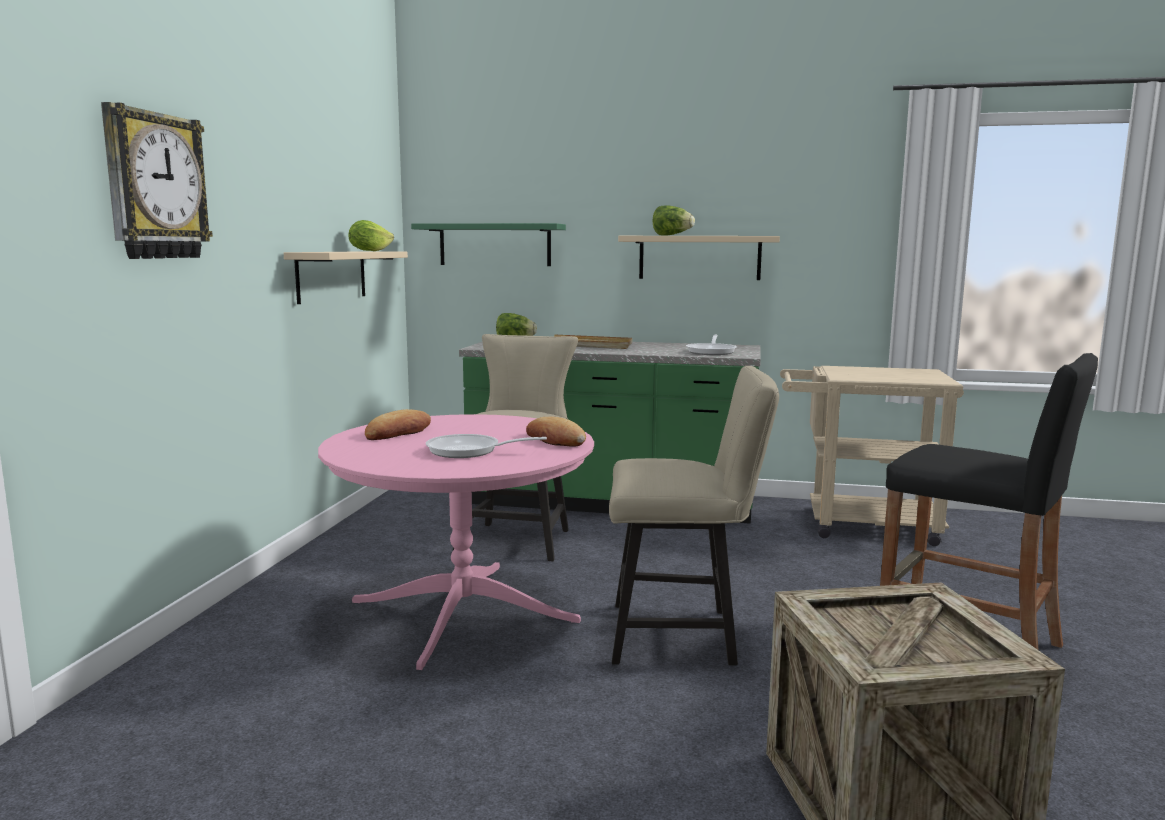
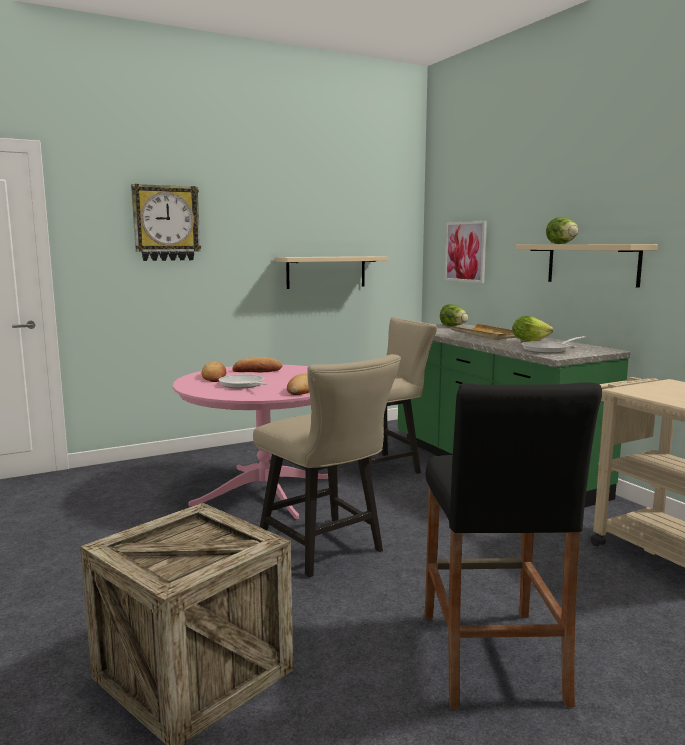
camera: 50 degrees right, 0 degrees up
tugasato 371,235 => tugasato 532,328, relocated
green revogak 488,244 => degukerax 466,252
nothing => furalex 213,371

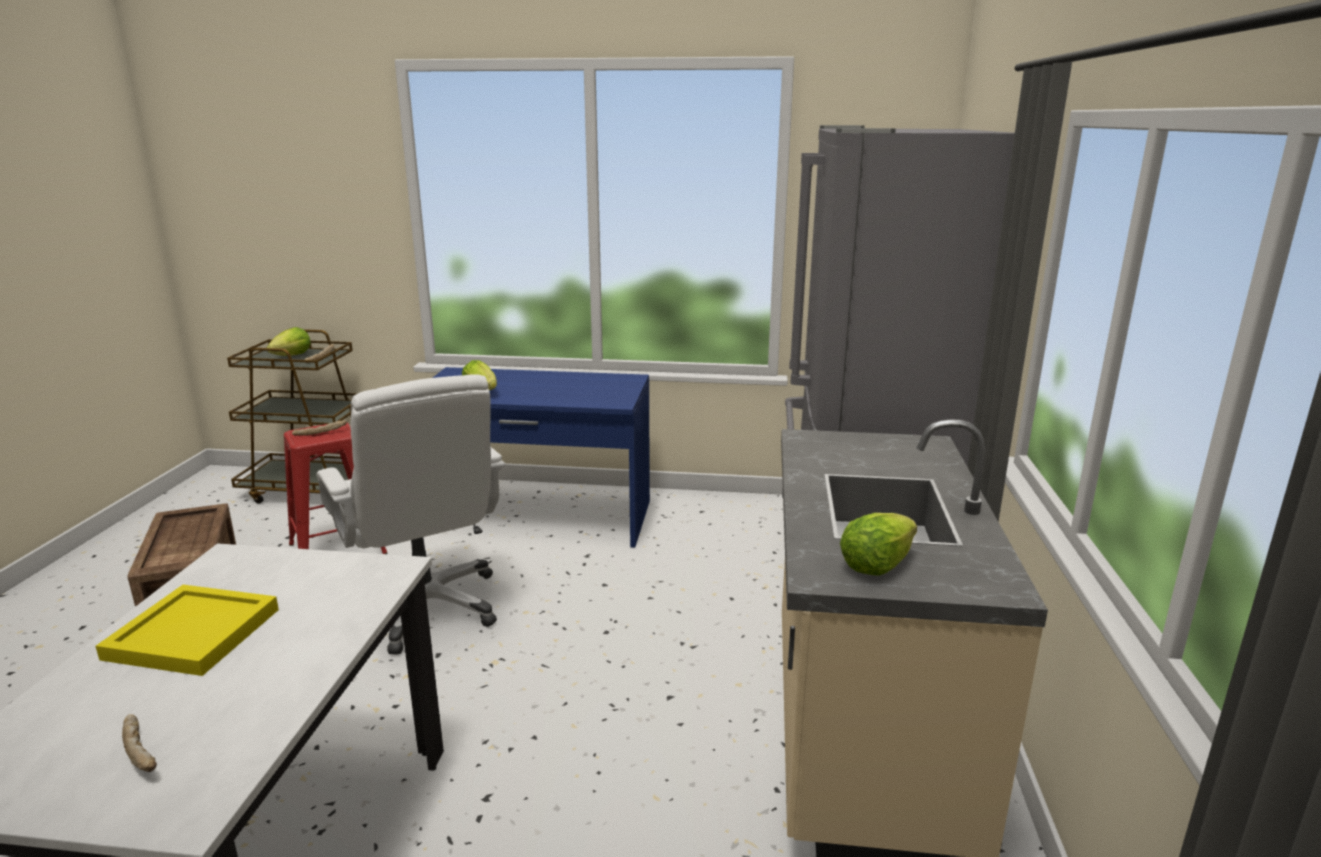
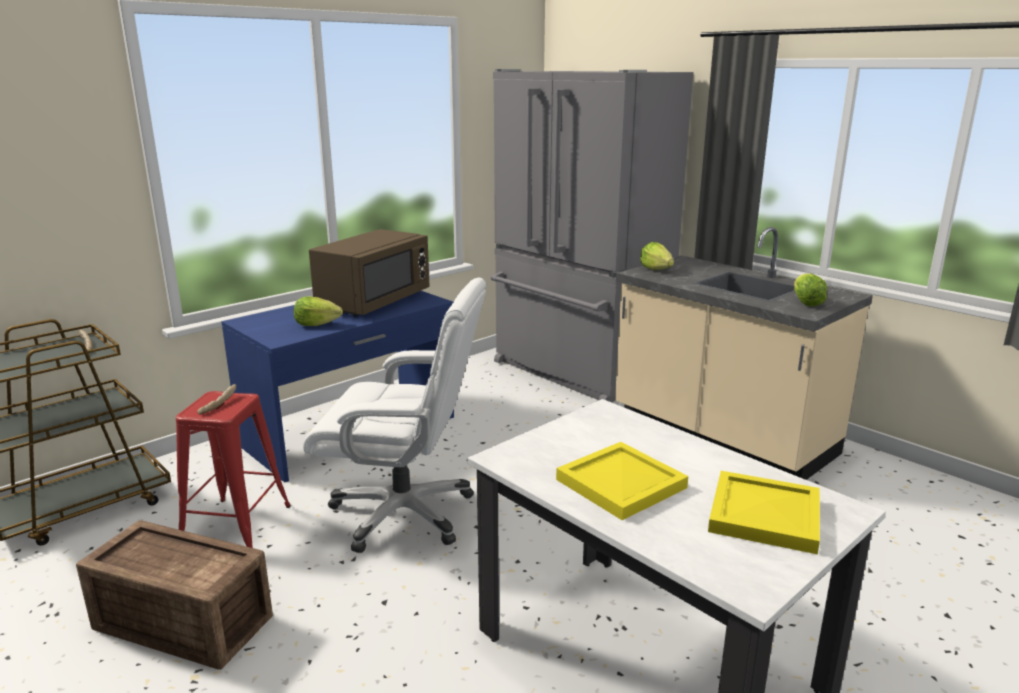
camera: 50 degrees left, 0 degrees up
tugasato 288,341 => tugasato 657,256, relocated
furalex 139,743 => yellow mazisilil 764,512
nothing => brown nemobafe 369,272

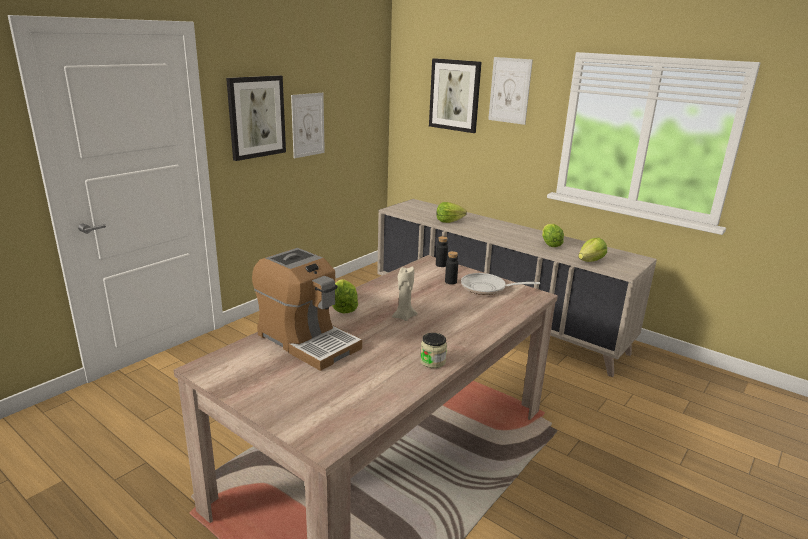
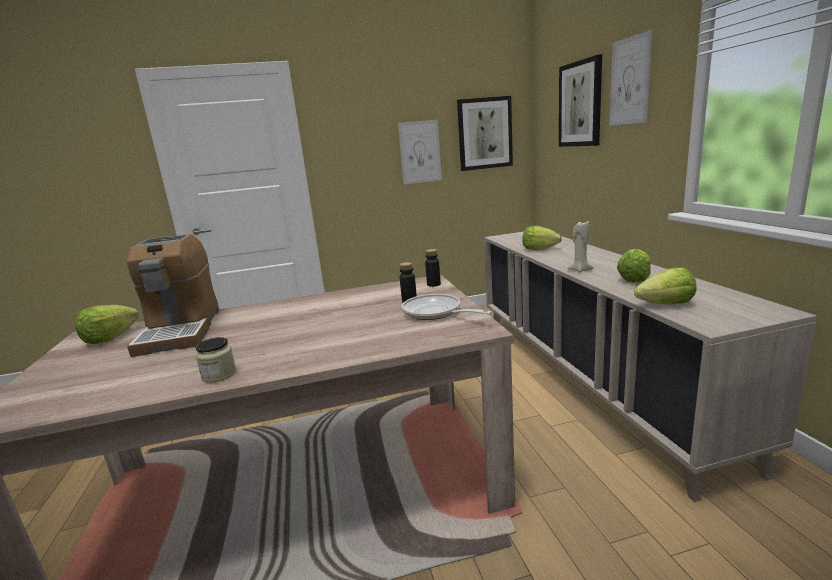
camera: 40 degrees right, 5 degrees down
degukerax 256,118 => degukerax 485,133, relocated
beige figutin 404,294 => beige figutin 580,247, relocated
tugasato 345,296 => tugasato 107,324, relocated

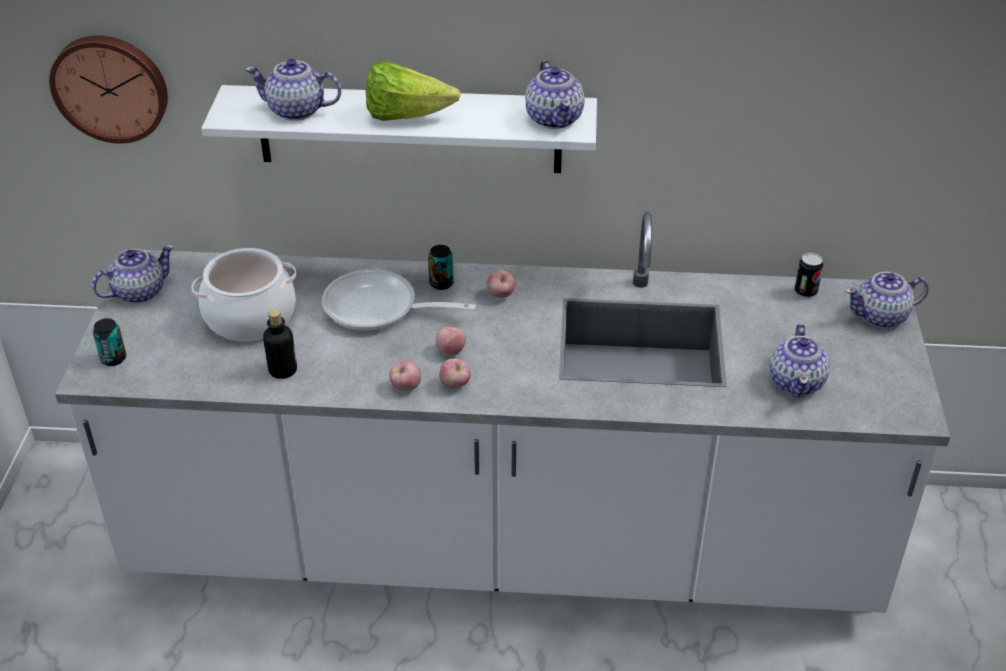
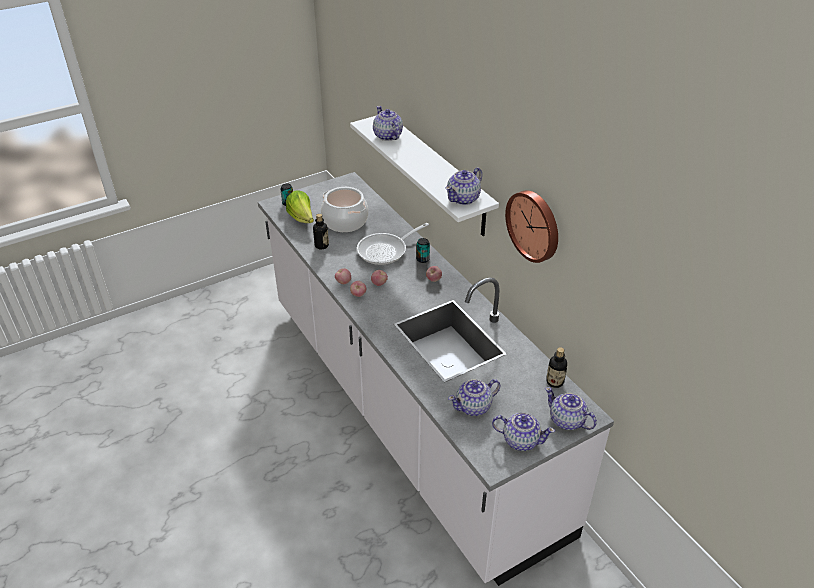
camera: 55 degrees right, 0 degrees up
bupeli 108,90 => bupeli 531,226, relocated
tugasato 413,91 => tugasato 300,206, relocated
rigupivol 133,274 => rigupivol 523,432, relocated
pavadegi 809,275 => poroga 556,367
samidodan 399,300 => samidodan 393,244, 105 degrees counterclockwise

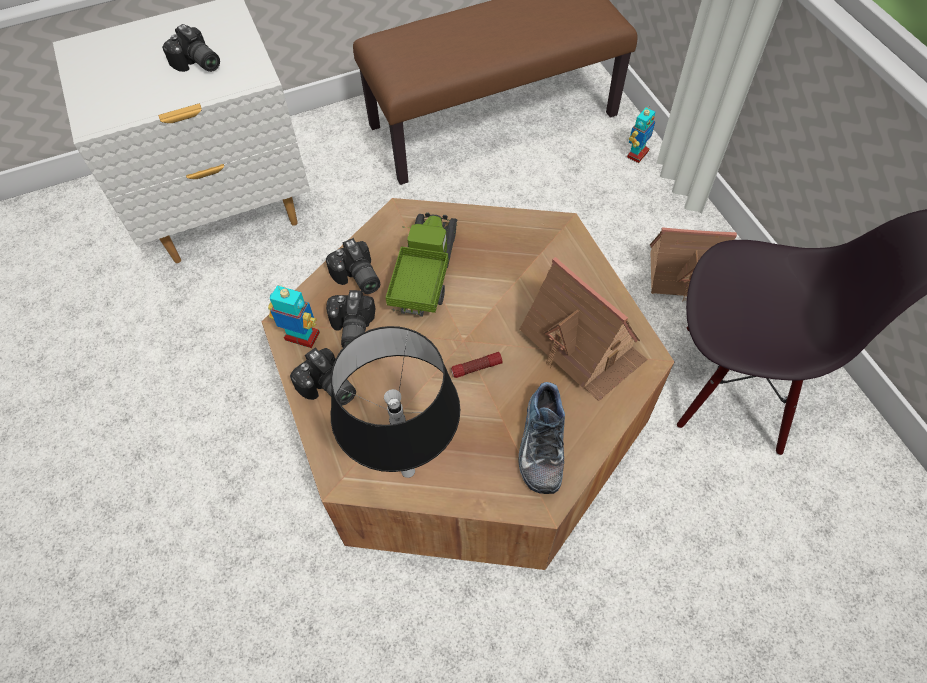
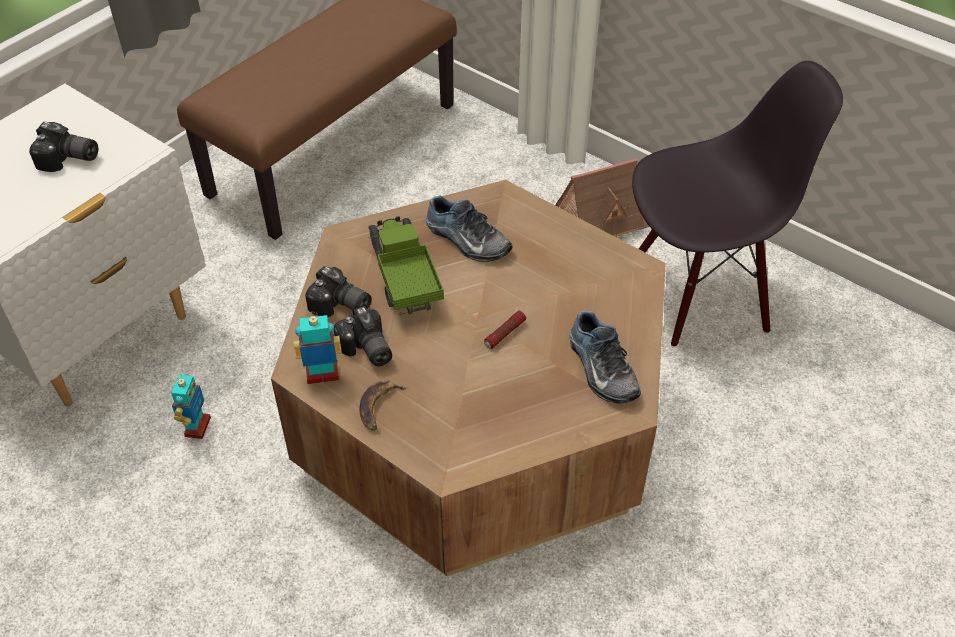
camera: 30 degrees left, 10 degrees down
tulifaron 641,134 => tulifaron 191,406, relocated
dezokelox 583,329 => nothing
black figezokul 396,402 => nothing
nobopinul 323,376 => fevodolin 383,405
nothing => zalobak 469,228

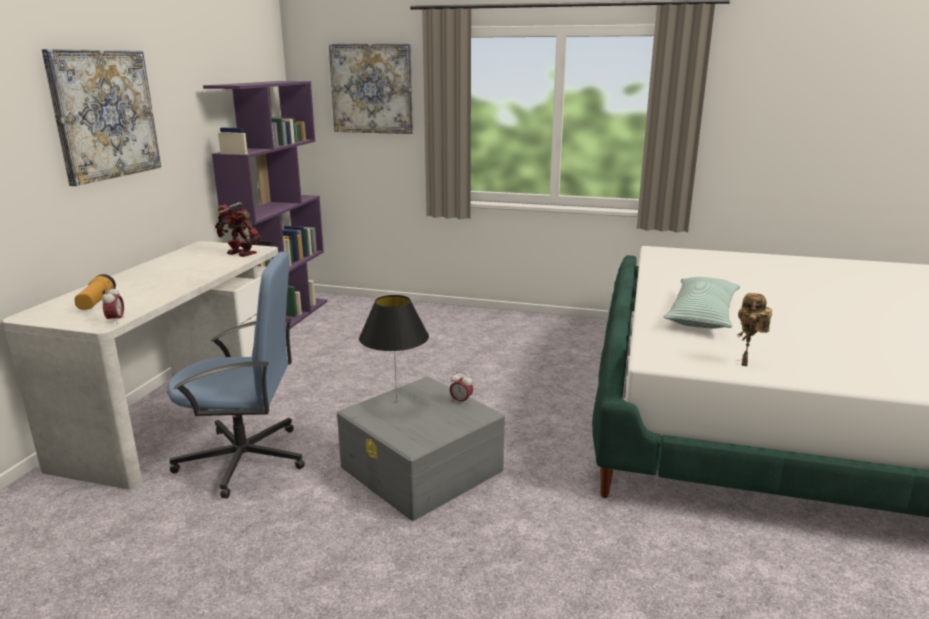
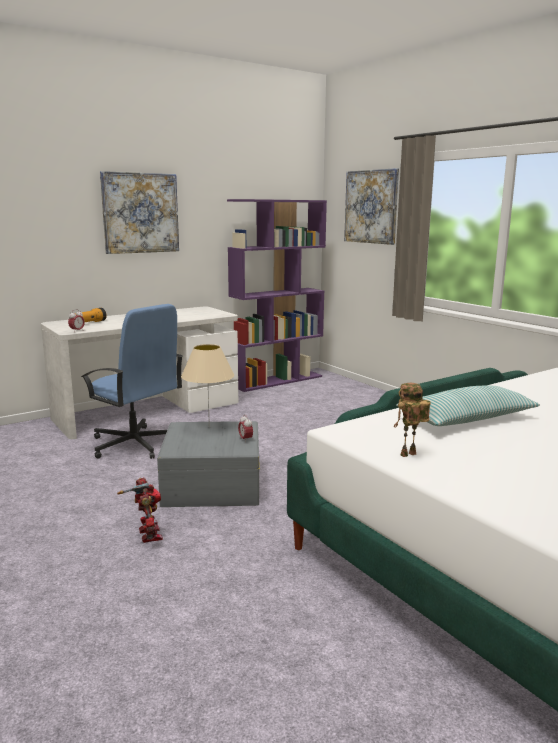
camera: 40 degrees right, 5 degrees down
tulifaron 238,229 => tulifaron 140,510, relocated
black figezokul 394,348 => beige figezokul 207,386

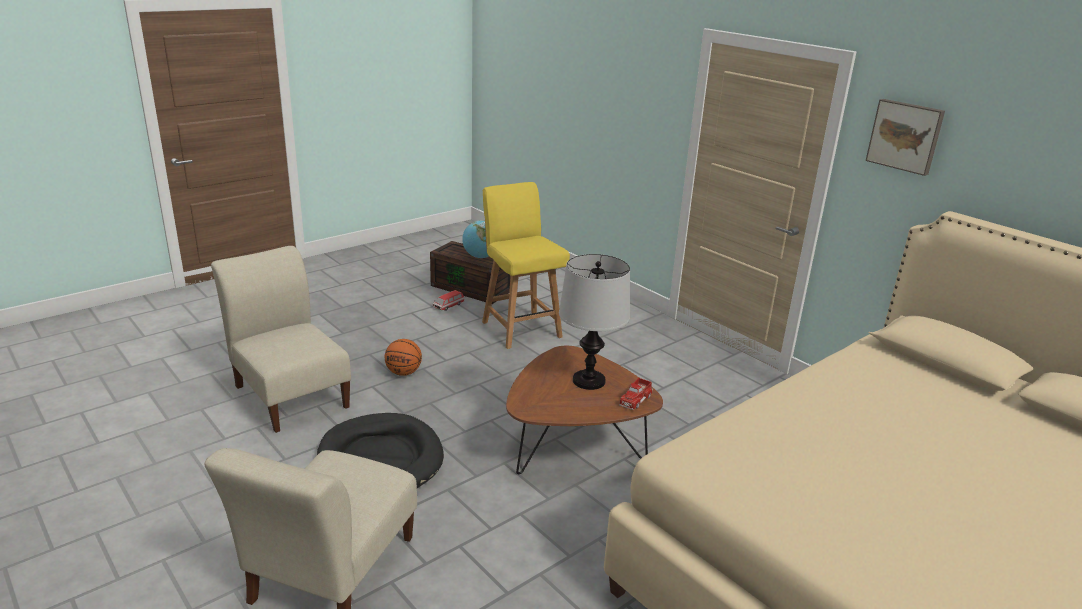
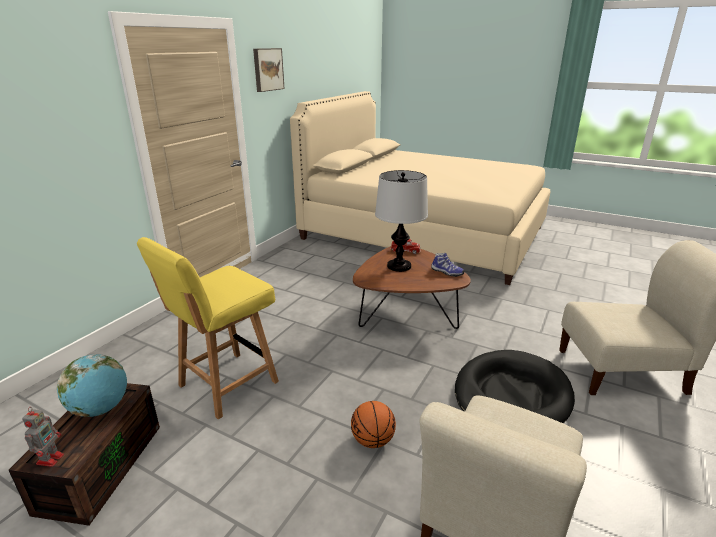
camera: 110 degrees left, 0 degrees up
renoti 448,300 => nothing
nothing => zalobak 448,264
nothing => tulifaron 43,437

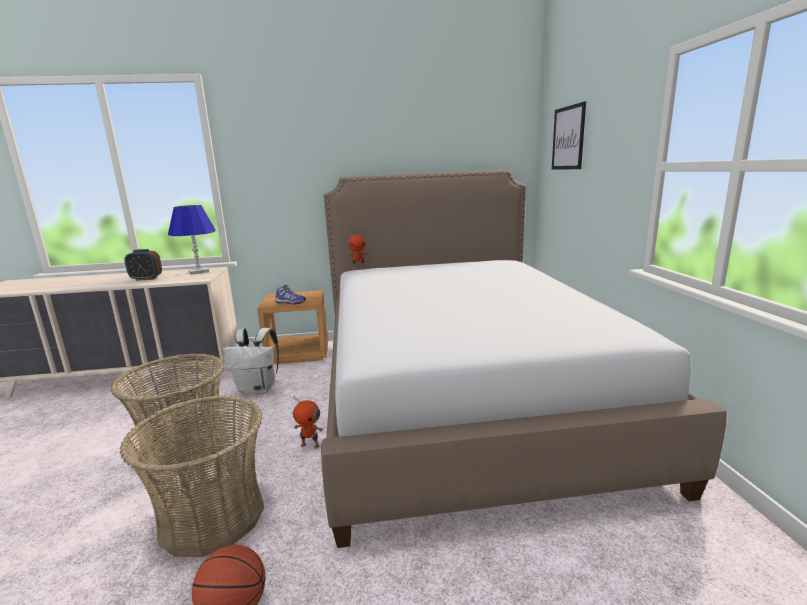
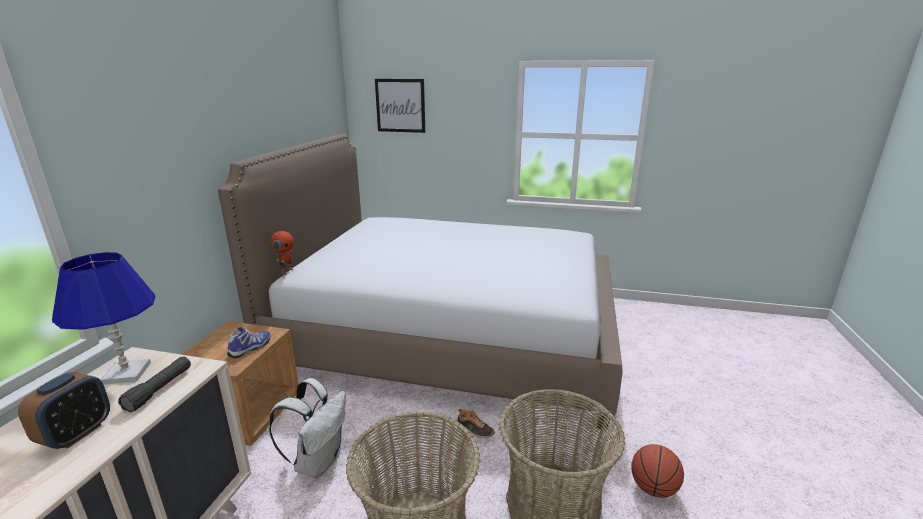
camera: 70 degrees left, 5 degrees up
tulifaron 308,422 => zalobak 475,423
nothing => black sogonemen 154,384

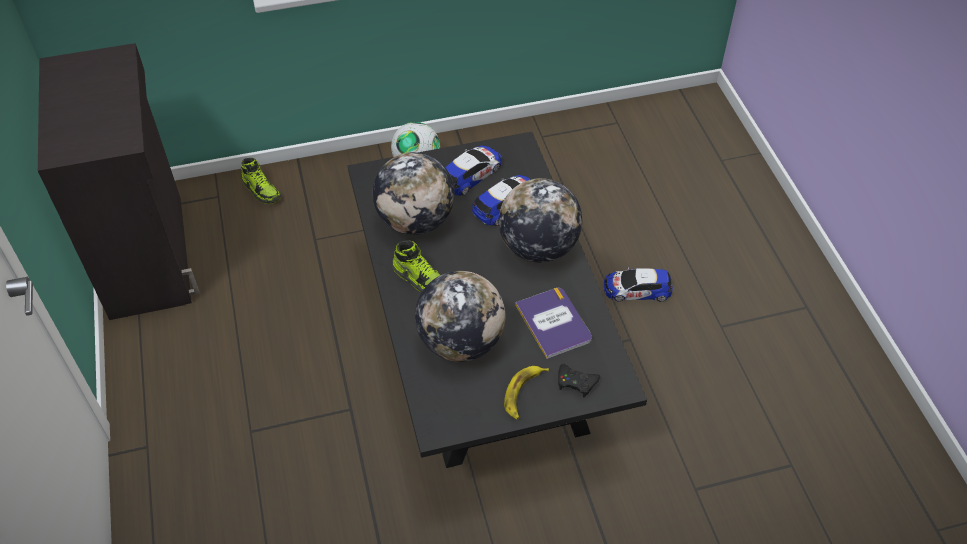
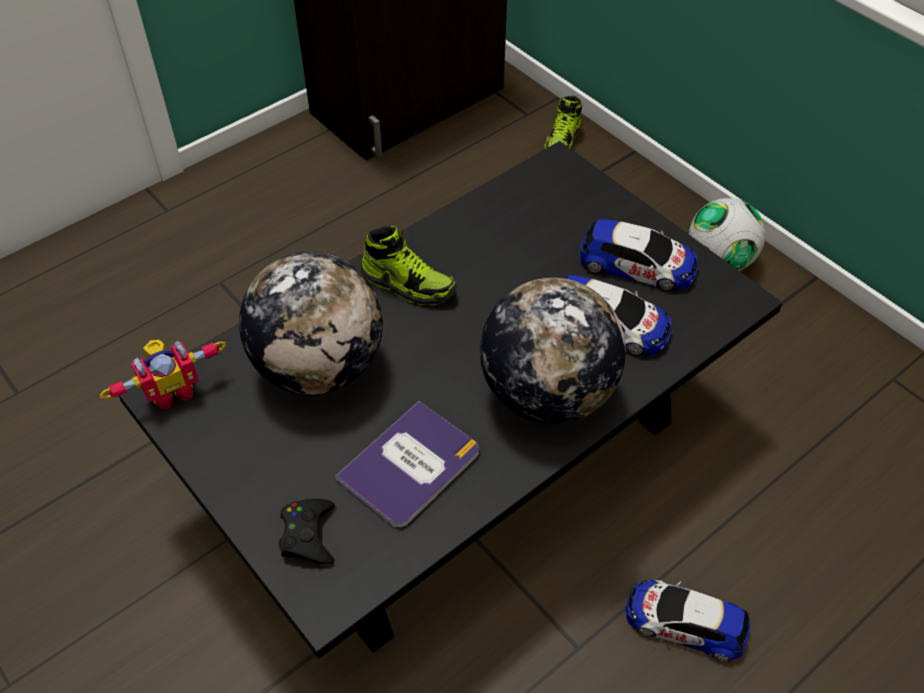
camera: 65 degrees right, 0 degrees up
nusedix 413,193 => nothing
zalobak 416,266 => zalobak 409,265, 75 degrees counterclockwise
renoti 638,284 => renoti 688,620, 45 degrees counterclockwise
fevodolin 526,392 => nothing
nothing => tulifaron 163,375

